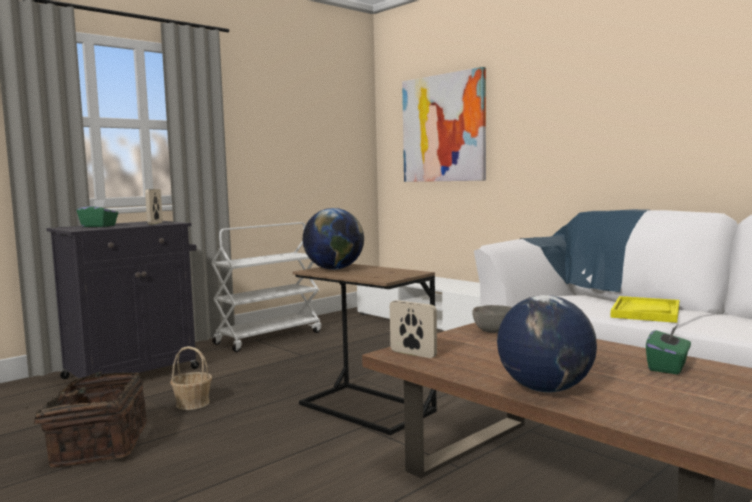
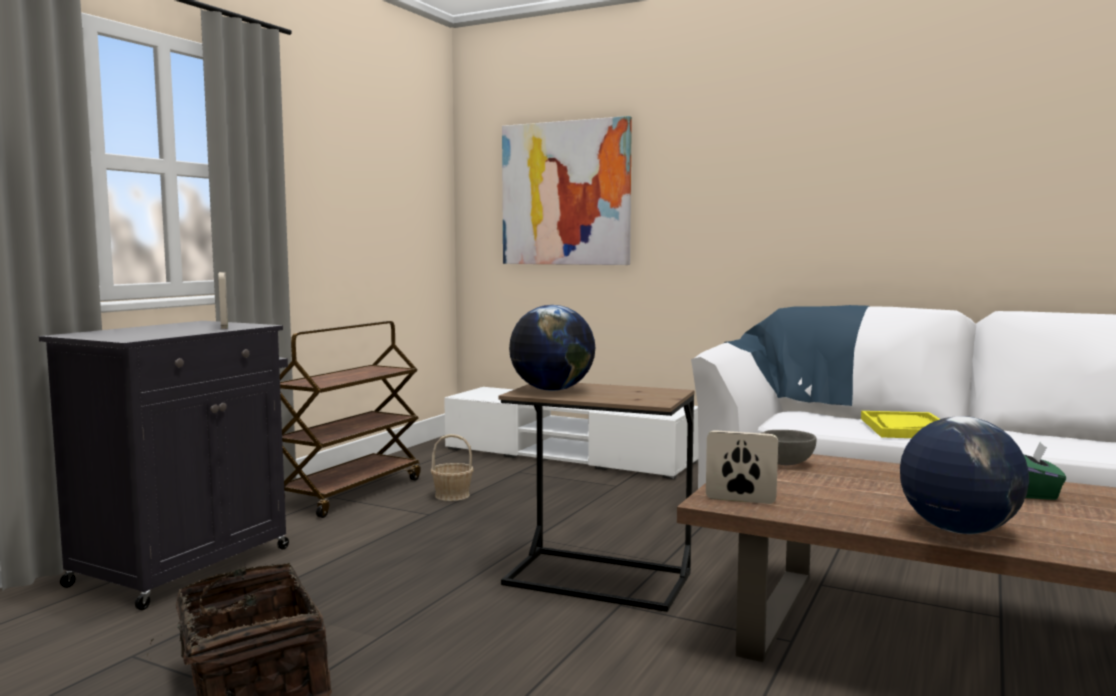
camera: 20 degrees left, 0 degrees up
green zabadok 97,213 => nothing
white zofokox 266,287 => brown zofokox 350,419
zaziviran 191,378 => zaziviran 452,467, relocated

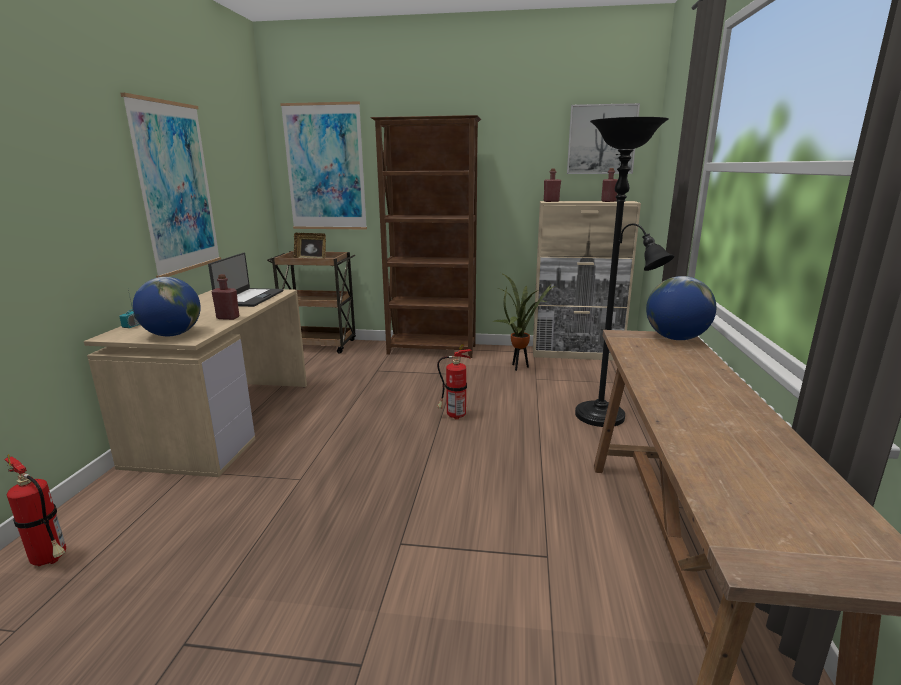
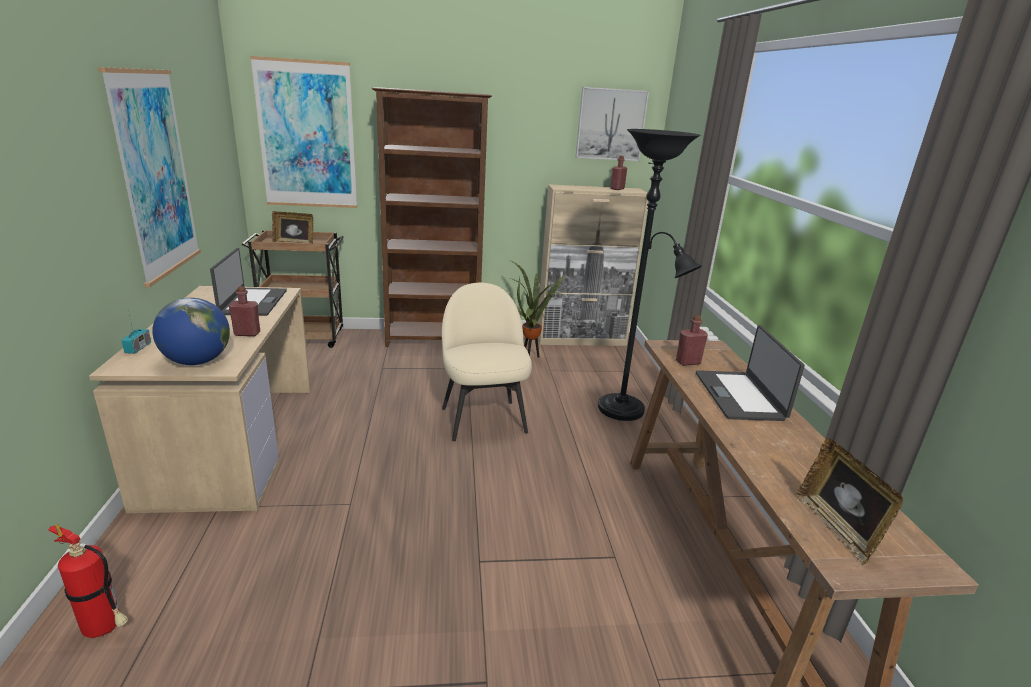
camera: 15 degrees left, 5 degrees up
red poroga 552,185 => red poroga 692,340, relocated
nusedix 681,308 => nothing
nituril 454,381 => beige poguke 487,362
nothing => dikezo 750,373
nothing => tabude 850,501

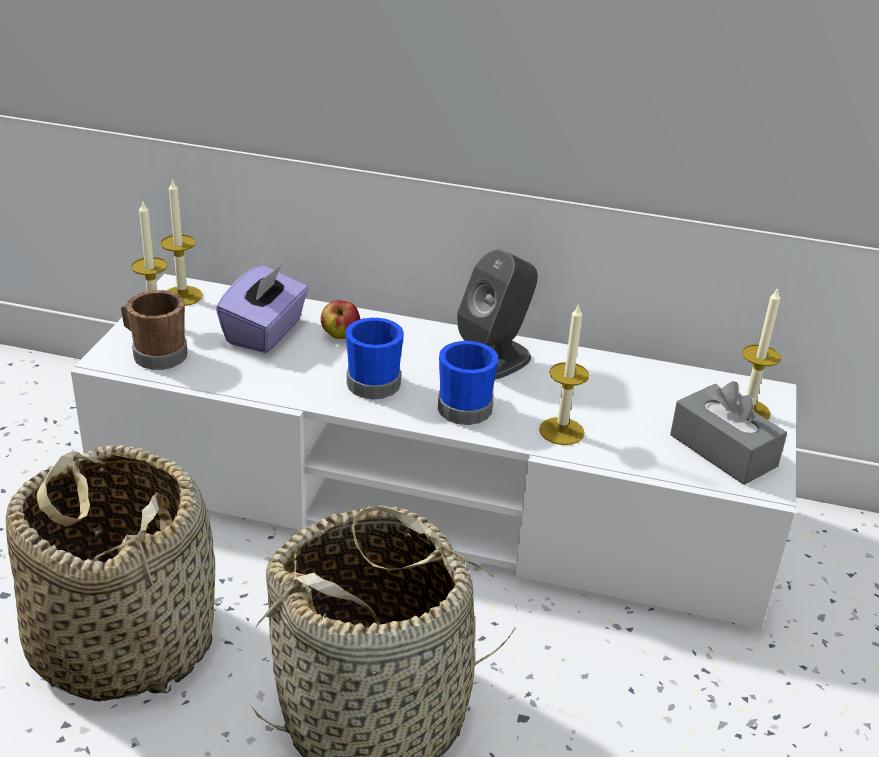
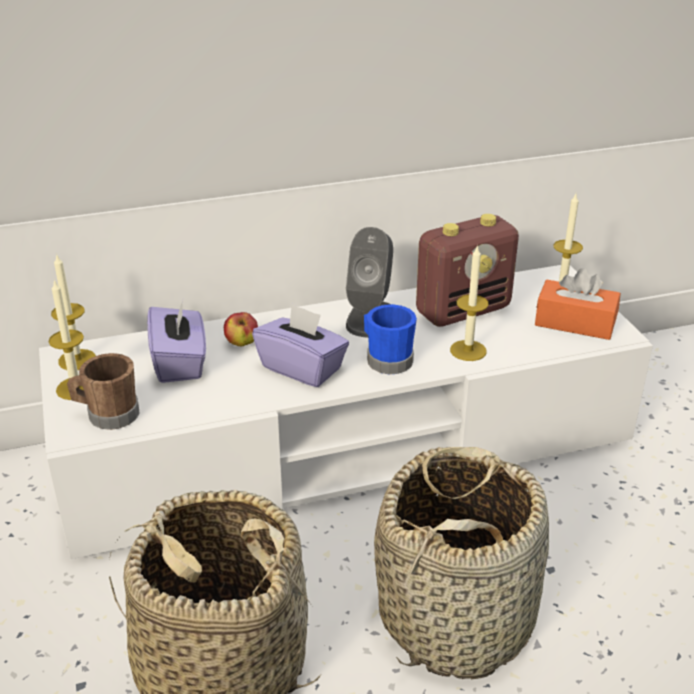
camera: 30 degrees left, 0 degrees up
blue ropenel 375,358 => purple zabadok 300,345
grey zabadok 728,433 => orange zabadok 578,304
nothing => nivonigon 467,270

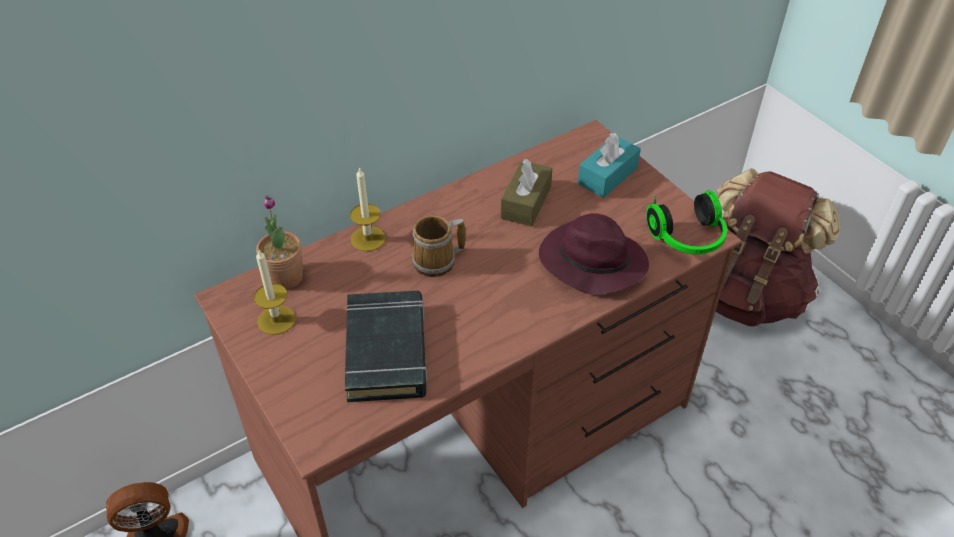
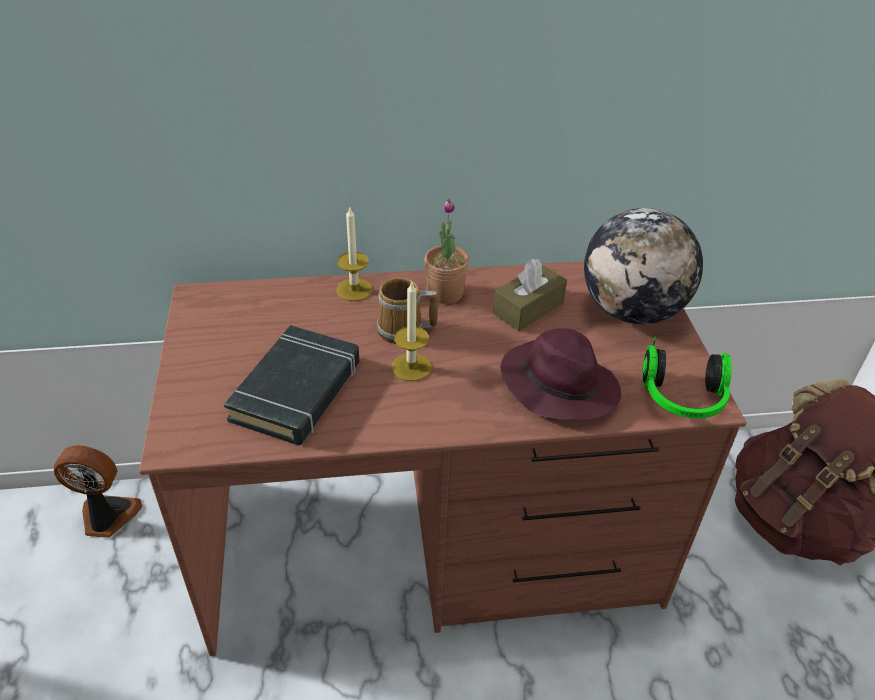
camera: 25 degrees right, 5 degrees down
turquoise zabadok 609,165 => nusedix 643,266
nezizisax 279,242 => nezizisax 446,251, relocated
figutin 275,292 => figutin 411,331, relocated

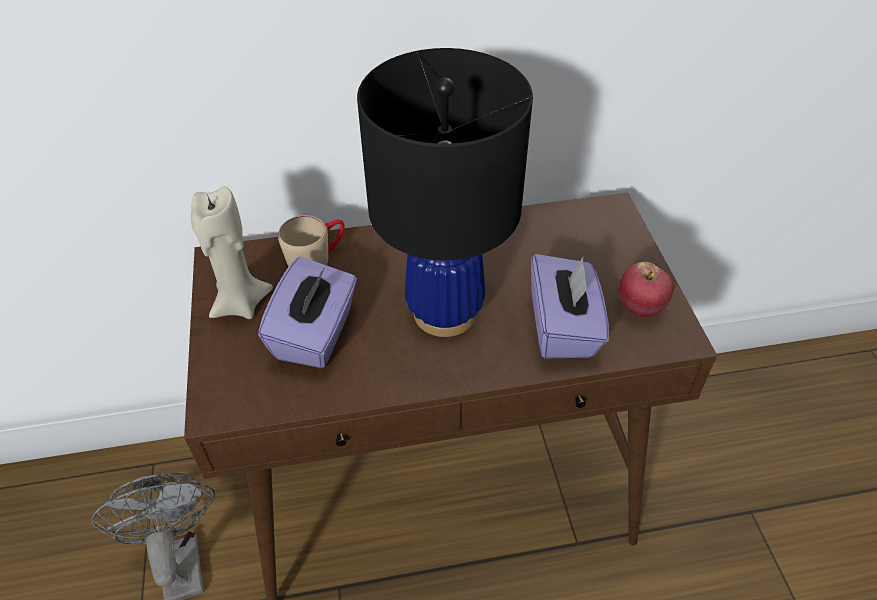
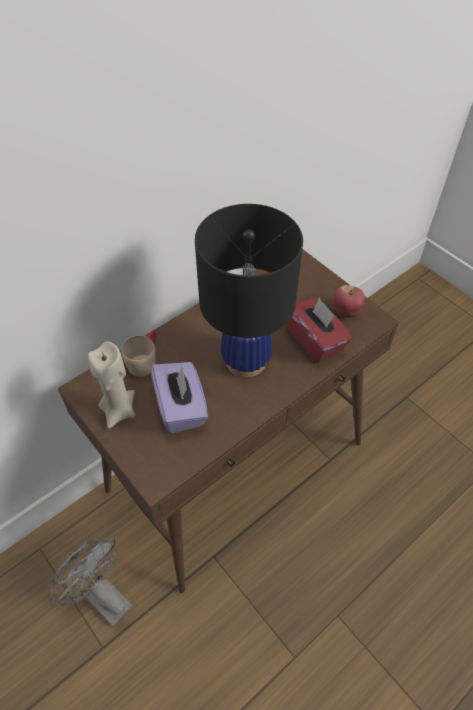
camera: 30 degrees left, 5 degrees up
purple zabadok 570,306 => red zabadok 319,330

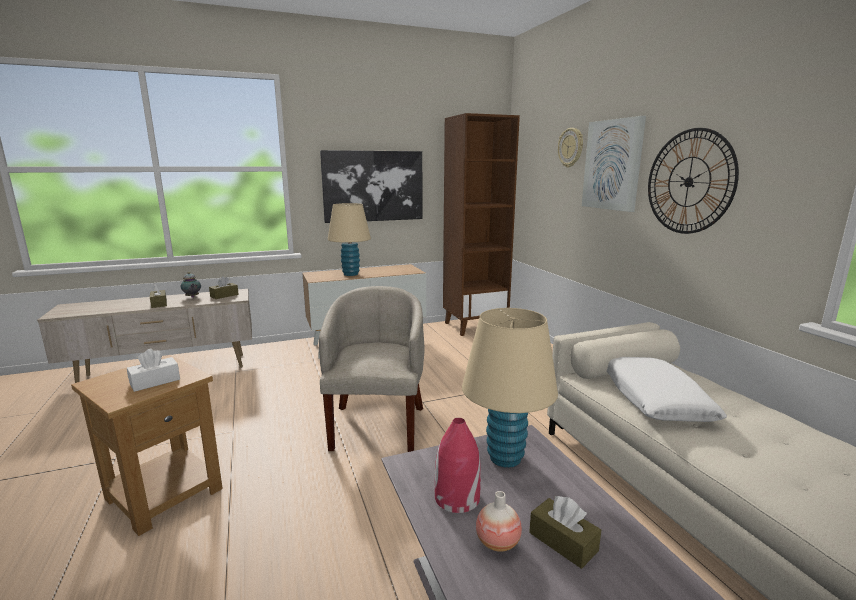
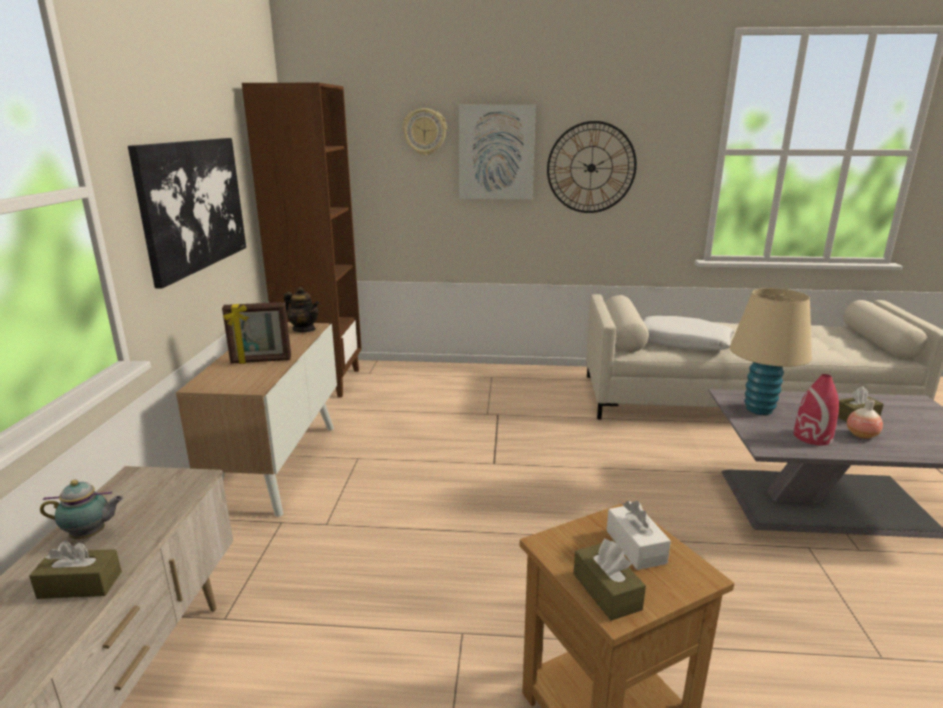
camera: 65 degrees left, 5 degrees up
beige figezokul 349,239 => tabude 256,333
brown zabadok 224,287 => brown zabadok 609,580, relocated
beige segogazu 371,369 => nothing
nothing => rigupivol 302,309

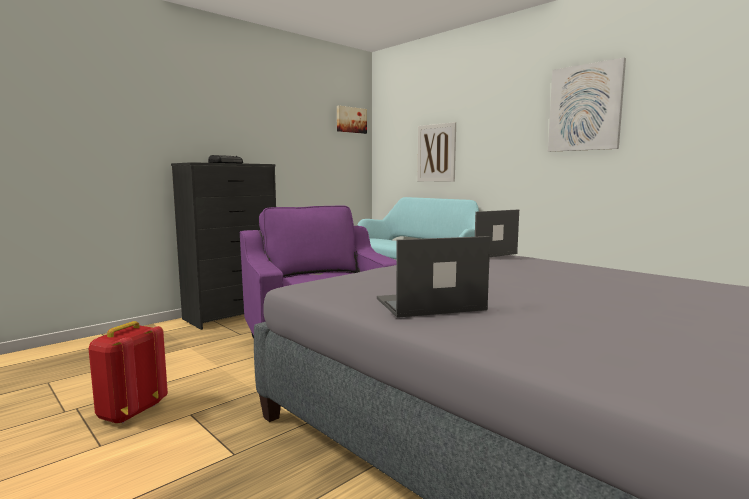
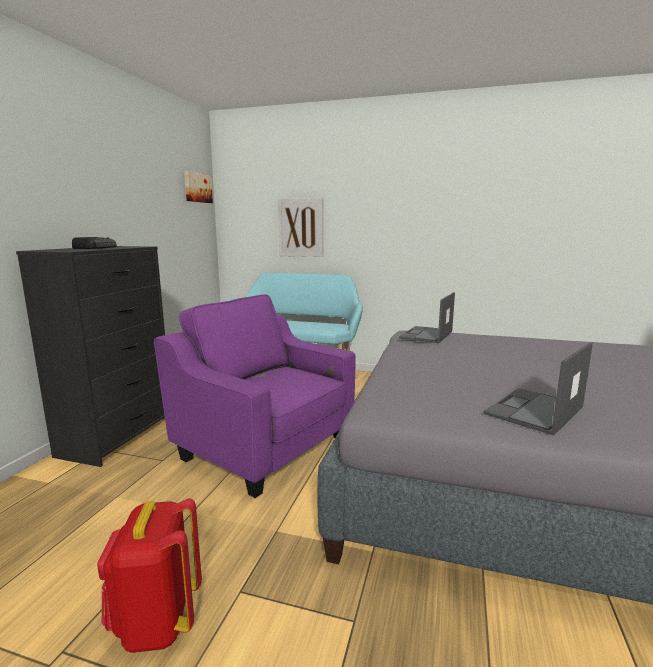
camera: 30 degrees left, 5 degrees up
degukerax 587,105 => nothing

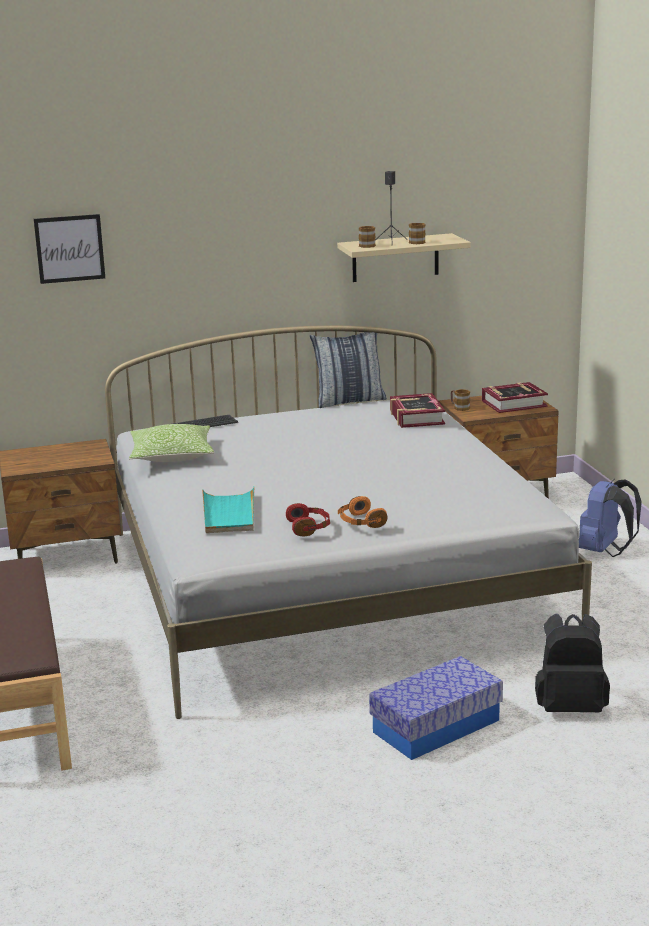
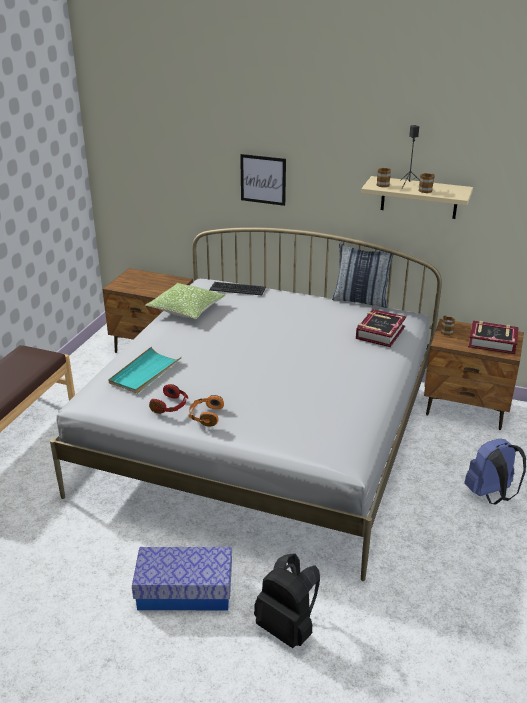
camera: 35 degrees right, 10 degrees up
degukerax 69,249 => degukerax 263,180, relocated

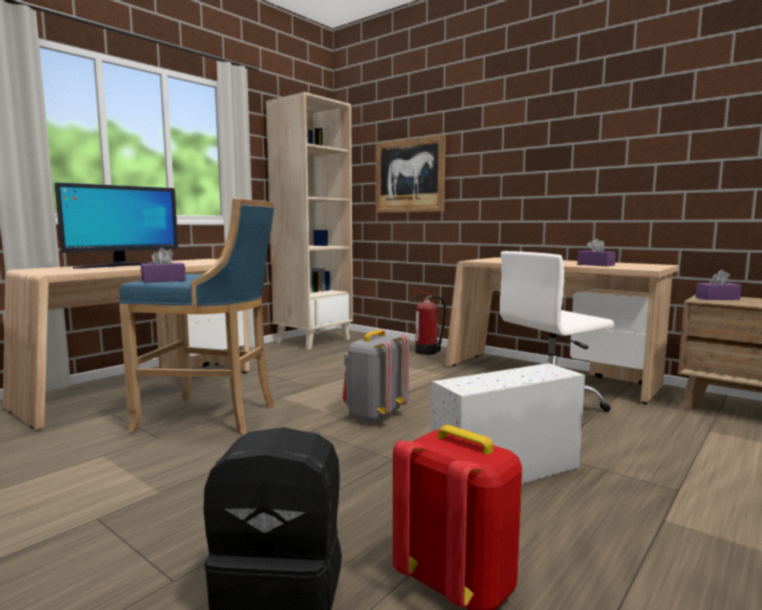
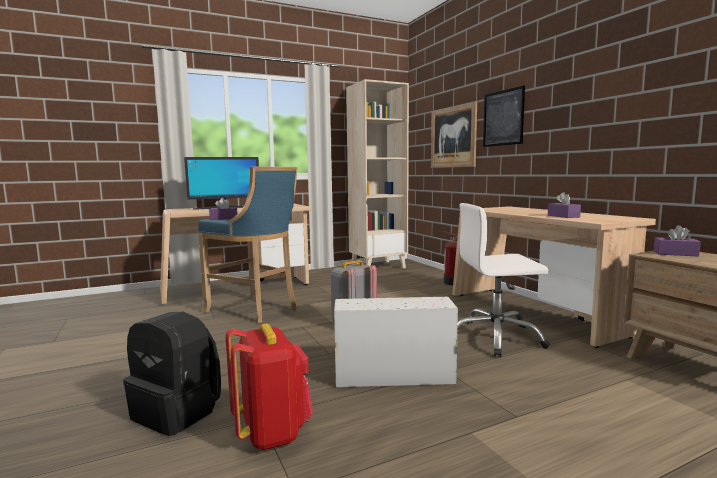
camera: 25 degrees right, 0 degrees up
nothing => degukerax 504,116

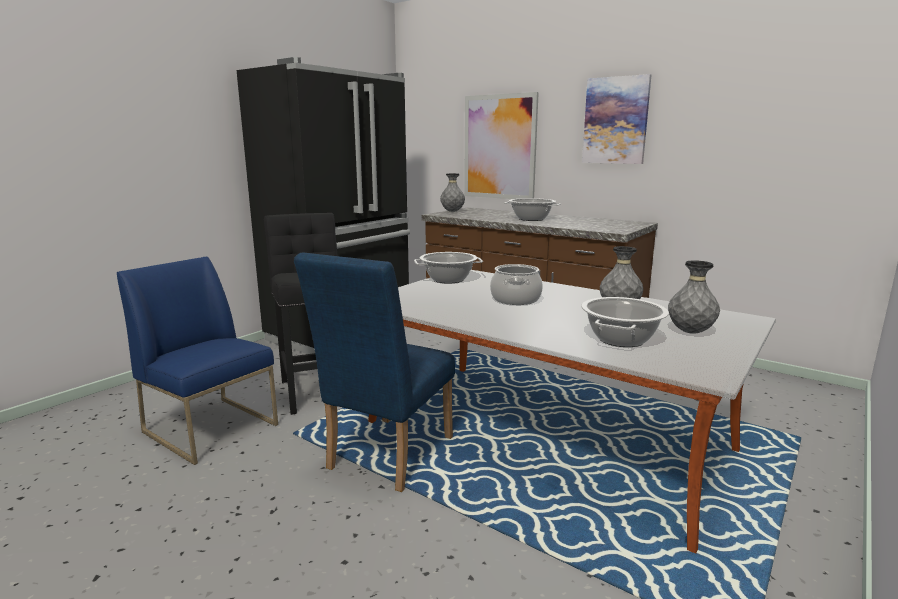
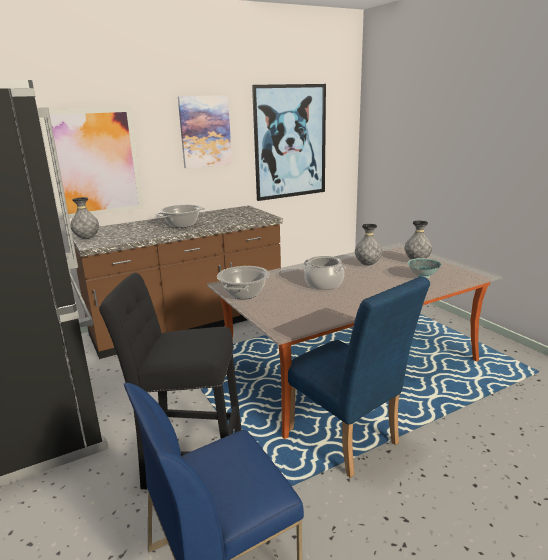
camera: 65 degrees left, 5 degrees up
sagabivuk 625,322 => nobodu 424,268
nothing => degukerax 289,142

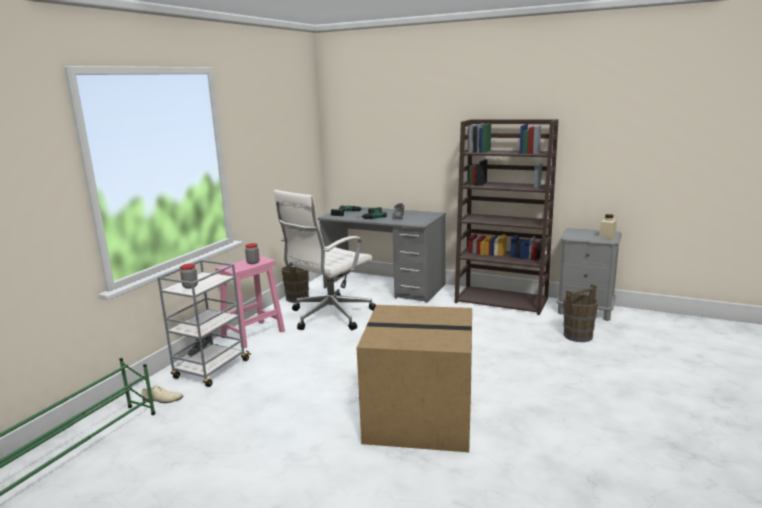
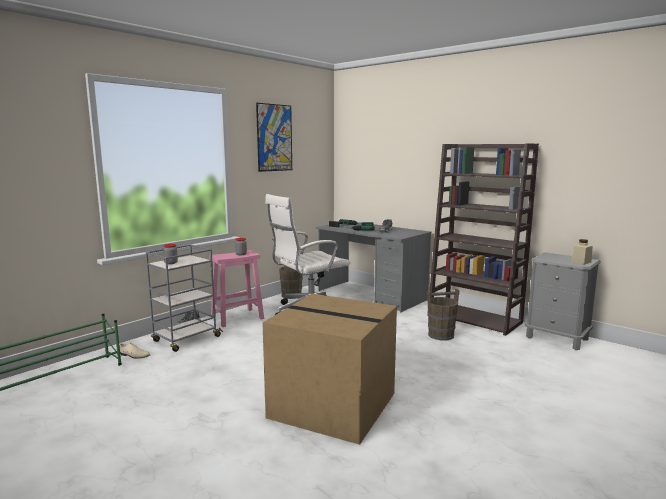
camera: 15 degrees right, 5 degrees down
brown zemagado 580,313 => brown zemagado 443,314, relocated
nothing => degukerax 274,137

